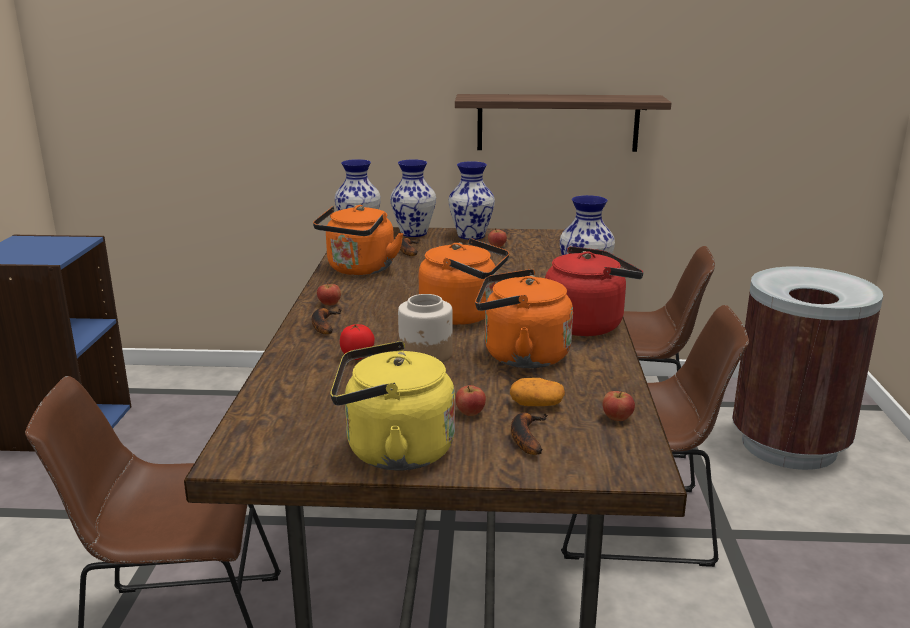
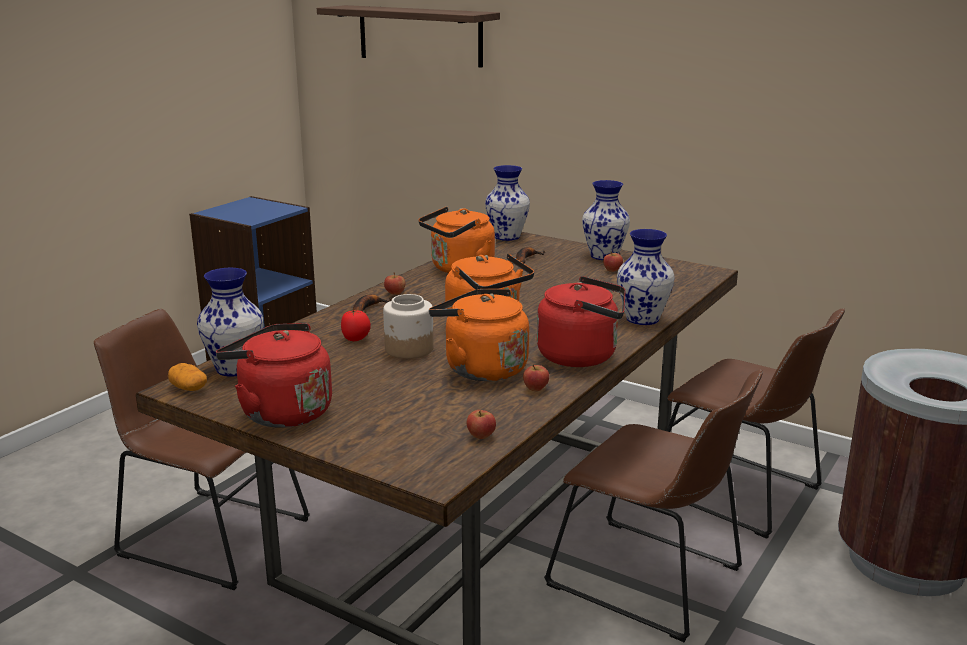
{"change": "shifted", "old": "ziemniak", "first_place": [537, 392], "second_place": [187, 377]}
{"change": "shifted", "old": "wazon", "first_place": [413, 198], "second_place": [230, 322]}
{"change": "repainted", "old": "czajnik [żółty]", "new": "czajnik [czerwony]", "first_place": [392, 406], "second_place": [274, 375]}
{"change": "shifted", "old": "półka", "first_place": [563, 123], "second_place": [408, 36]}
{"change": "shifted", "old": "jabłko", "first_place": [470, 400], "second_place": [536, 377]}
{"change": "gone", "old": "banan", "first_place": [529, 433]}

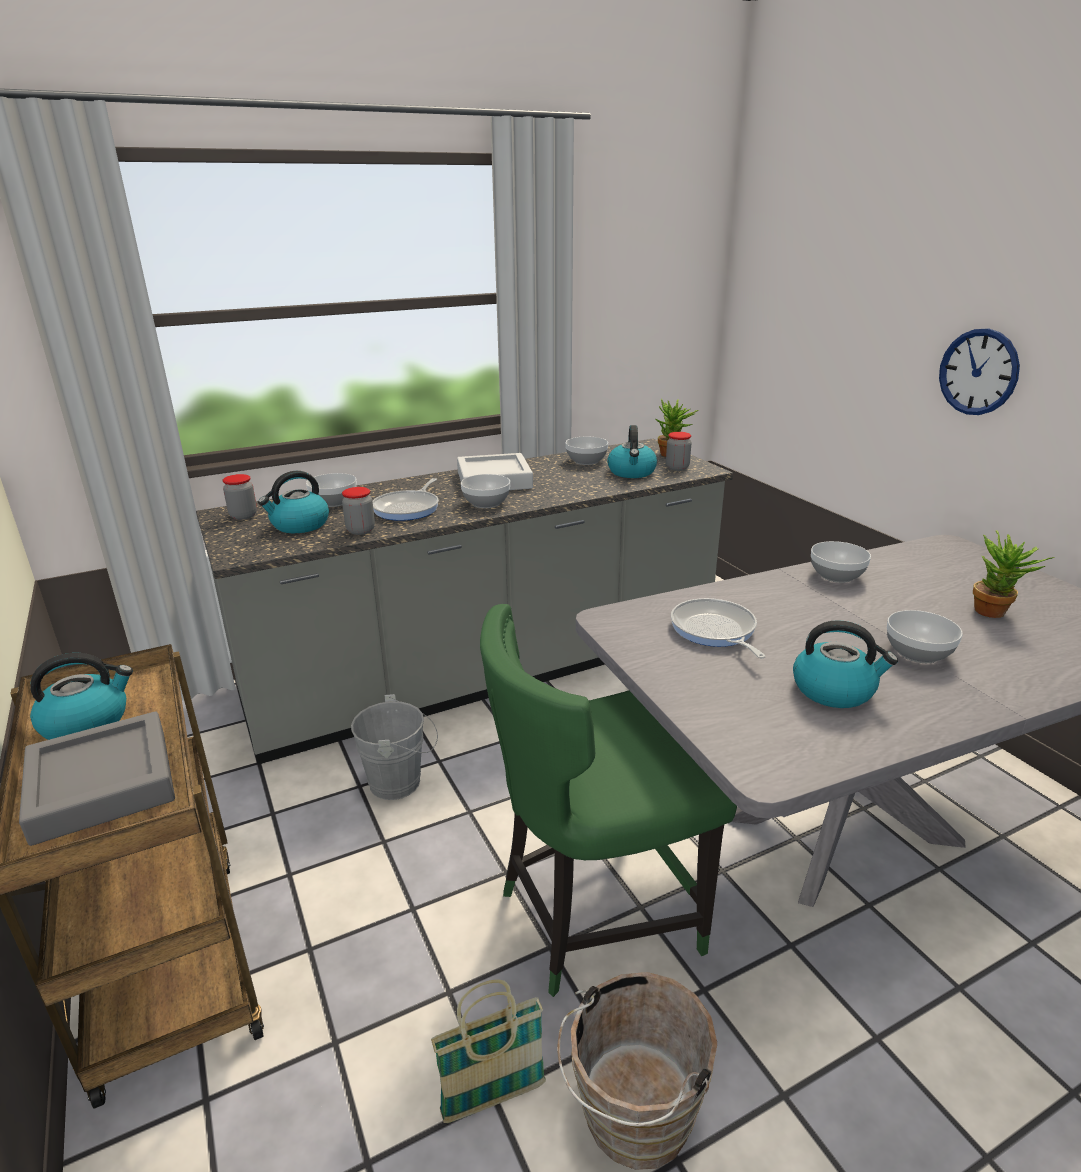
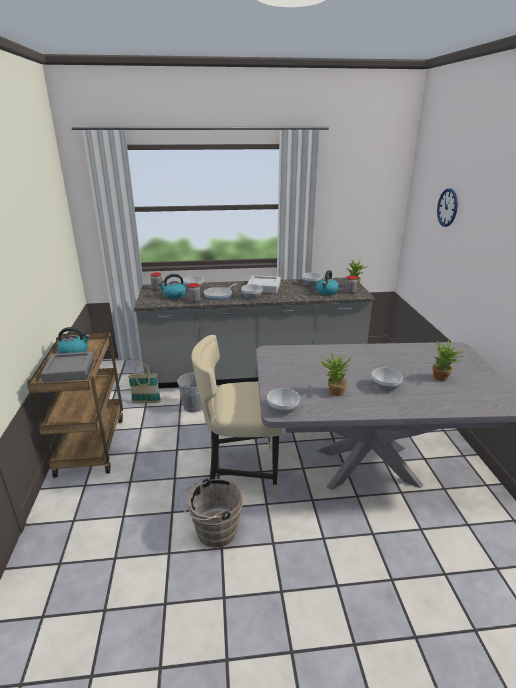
{"change": "shifted", "old": "koszyk", "first_place": [488, 1051], "second_place": [144, 383]}
{"change": "repainted", "old": "krzesło [zielony]", "new": "krzesło [beżowy]", "first_place": [608, 800], "second_place": [236, 414]}
{"change": "shifted", "old": "miska", "first_place": [841, 562], "second_place": [283, 401]}
{"change": "swapped", "old": "czajnik", "new": "roślina doniczkowa", "first_place": [845, 664], "second_place": [335, 374]}
{"change": "shifted", "old": "zegar ścienny", "first_place": [979, 372], "second_place": [447, 208]}
{"change": "gone", "old": "patelnia", "first_place": [718, 628]}

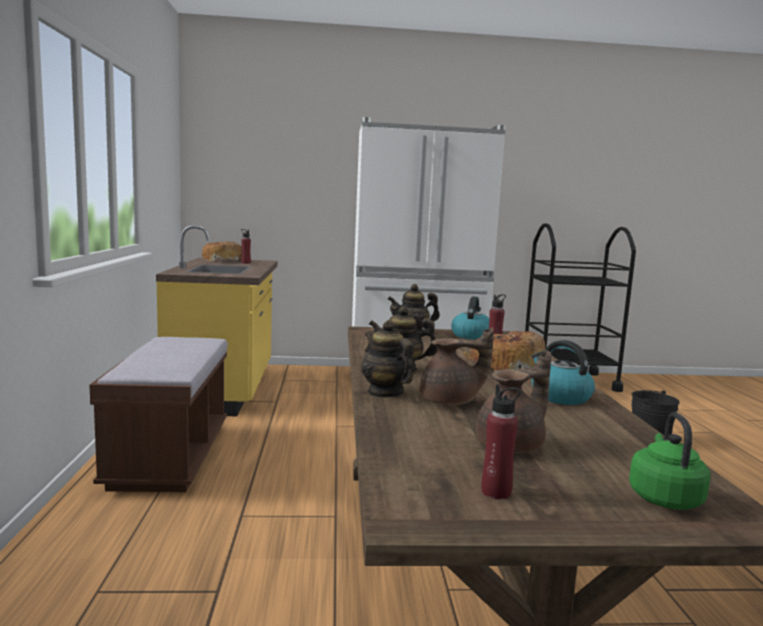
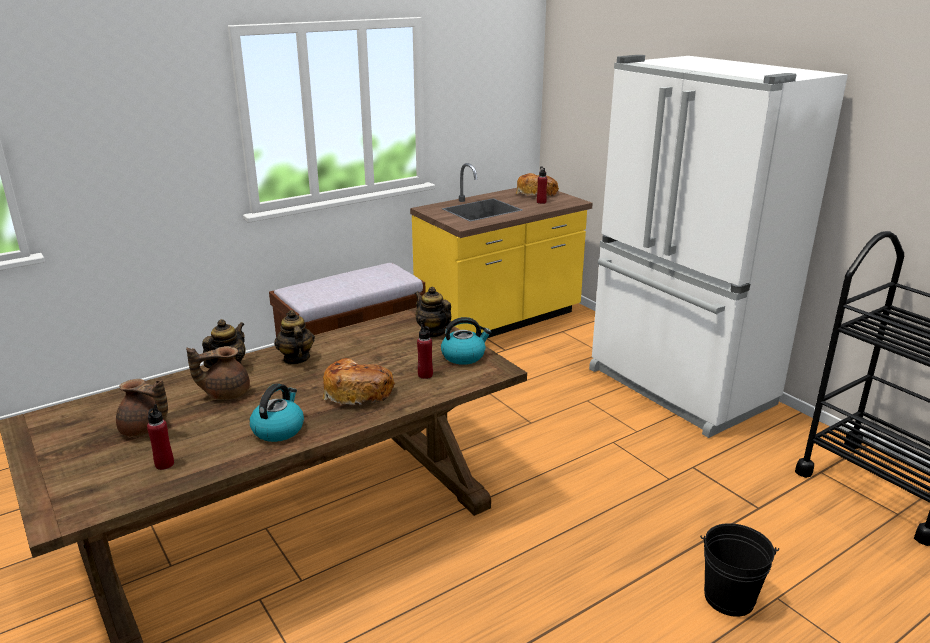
{"change": "shifted", "old": "butelka [czerwony]", "first_place": [501, 441], "second_place": [160, 437]}
{"change": "rotated", "old": "imbryk [brązowy]", "first_place": [457, 366], "second_place": [218, 373], "degrees": 105}
{"change": "gone", "old": "czajnik [zielony]", "first_place": [670, 461]}

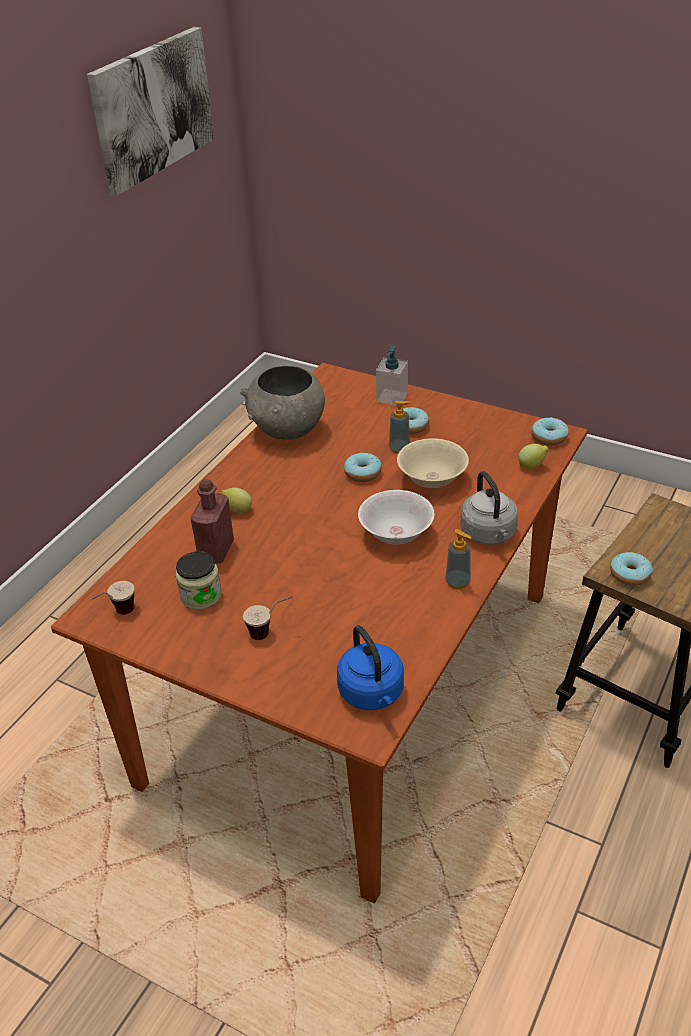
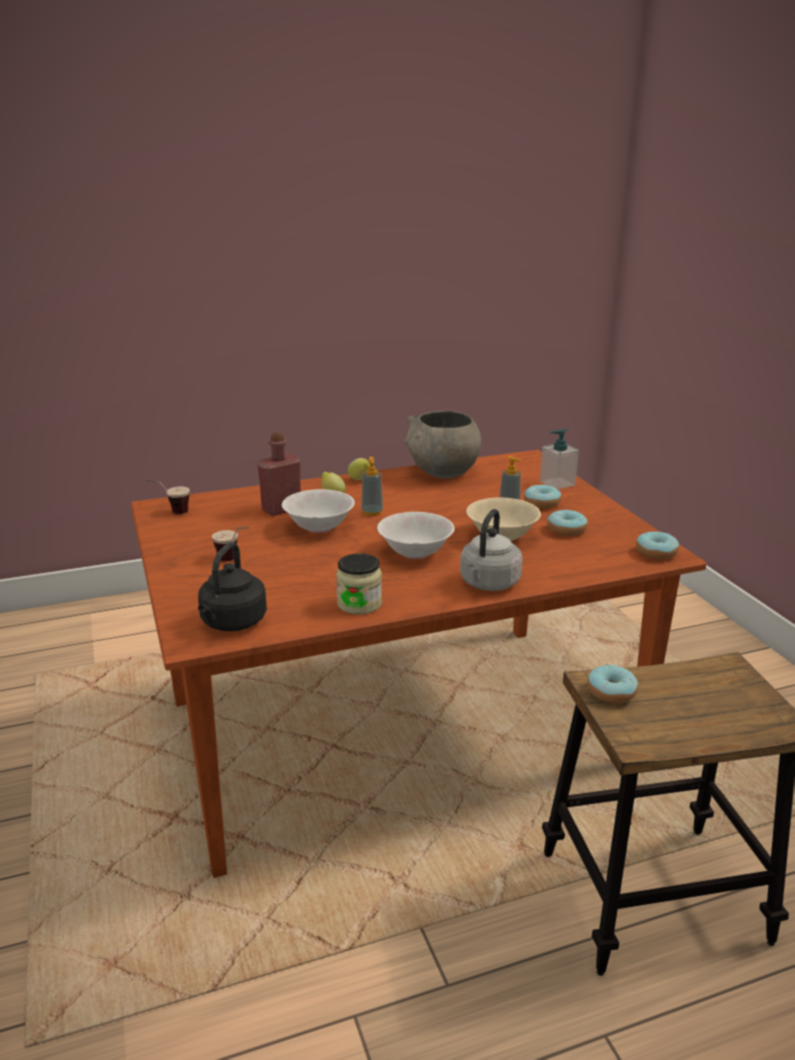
{"change": "repainted", "old": "czajnik [niebieski]", "new": "czajnik [czarny]", "first_place": [370, 667], "second_place": [232, 586]}
{"change": "new", "new": "miska [biały]", "second_place": [318, 511]}
{"change": "shifted", "old": "słoik", "first_place": [199, 580], "second_place": [359, 584]}
{"change": "shifted", "old": "cytryna", "first_place": [533, 456], "second_place": [359, 469]}
{"change": "shifted", "old": "dozownik mydła", "first_place": [458, 559], "second_place": [372, 486]}
{"change": "shifted", "old": "donut", "first_place": [363, 467], "second_place": [567, 523]}
{"change": "gone", "old": "obraz", "first_place": [151, 111]}

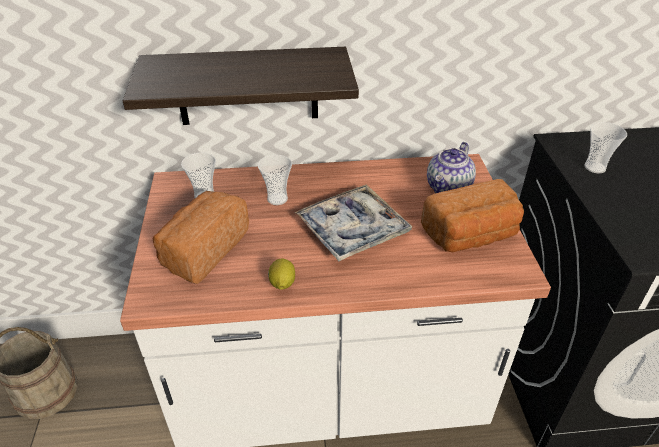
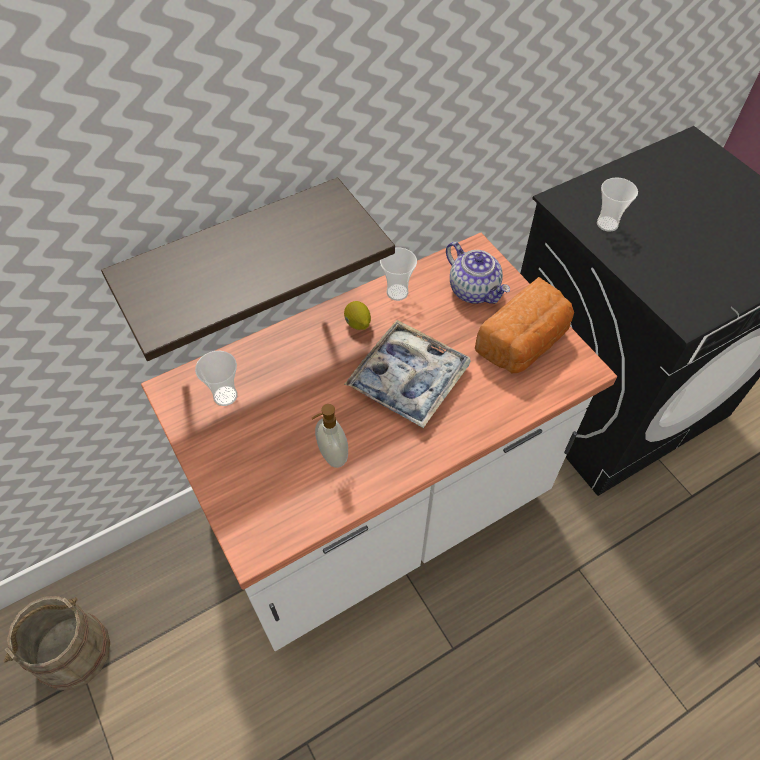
{"change": "new", "new": "dozownik mydła", "second_place": [330, 436]}
{"change": "shifted", "old": "cytryna", "first_place": [281, 274], "second_place": [357, 315]}
{"change": "shifted", "old": "filiżanka", "first_place": [275, 180], "second_place": [398, 274]}
{"change": "rotated", "old": "imbryk", "first_place": [451, 167], "second_place": [478, 273], "degrees": -45}
{"change": "gone", "old": "chleb", "first_place": [201, 237]}

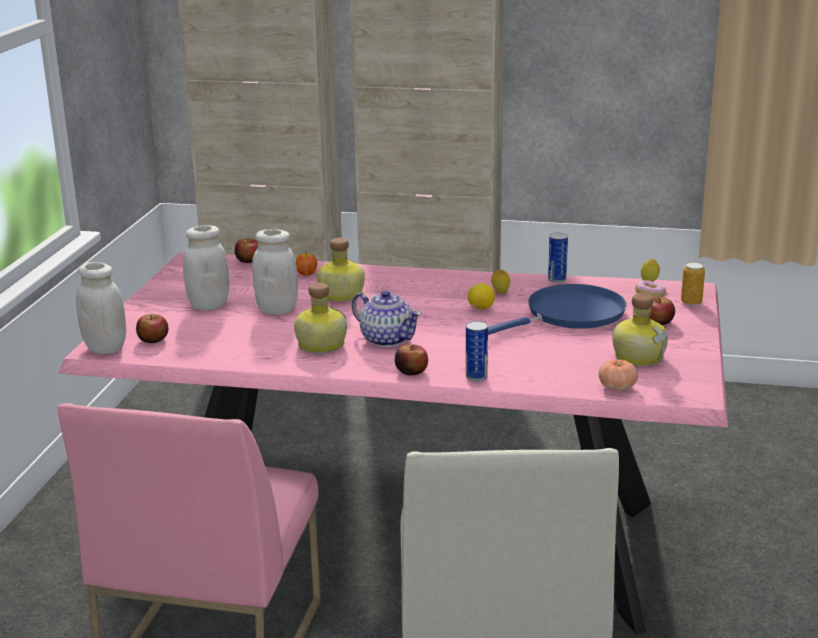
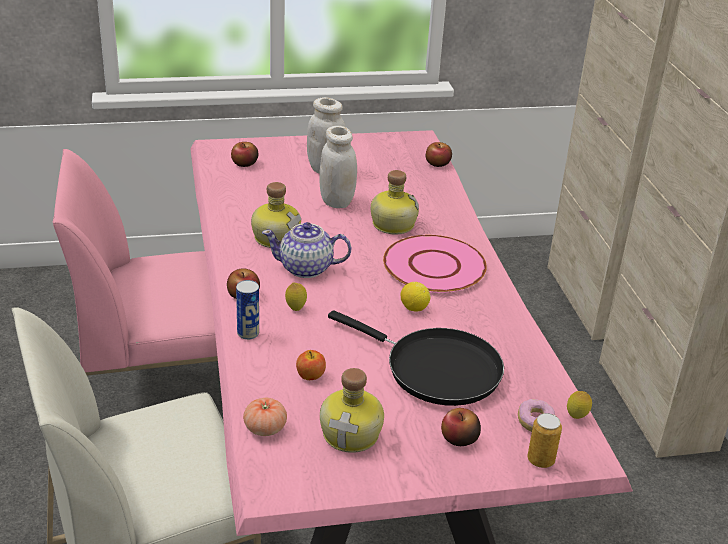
{"change": "rotated", "old": "imbryk", "first_place": [387, 318], "second_place": [306, 250], "degrees": 75}
{"change": "shifted", "old": "cytryna", "first_place": [500, 282], "second_place": [296, 297]}
{"change": "shifted", "old": "jabłko", "first_place": [306, 263], "second_place": [311, 365]}
{"change": "repainted", "old": "patelnia [niebieski]", "new": "patelnia [czarny]", "first_place": [557, 309], "second_place": [416, 358]}
{"change": "new", "new": "talerz [różowy]", "second_place": [435, 264]}
{"change": "gone", "old": "słoik [biały]", "first_place": [101, 308]}
{"change": "gone", "old": "puszka", "first_place": [558, 258]}

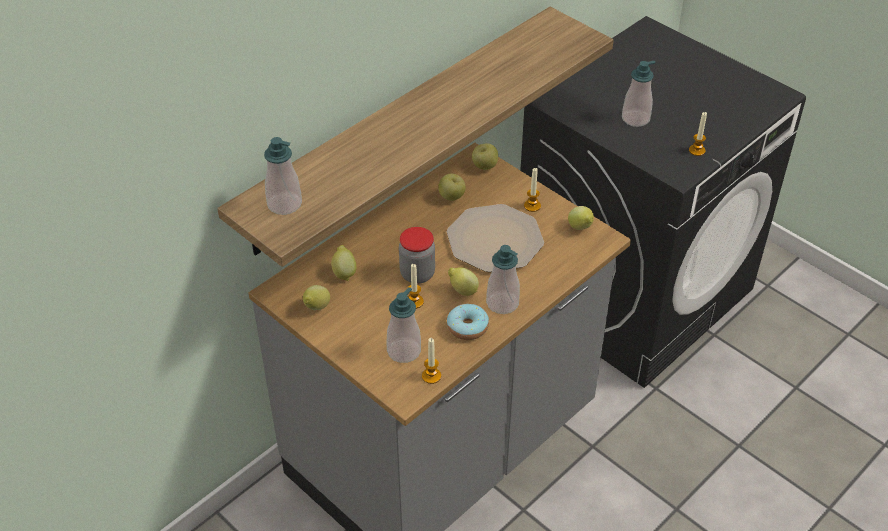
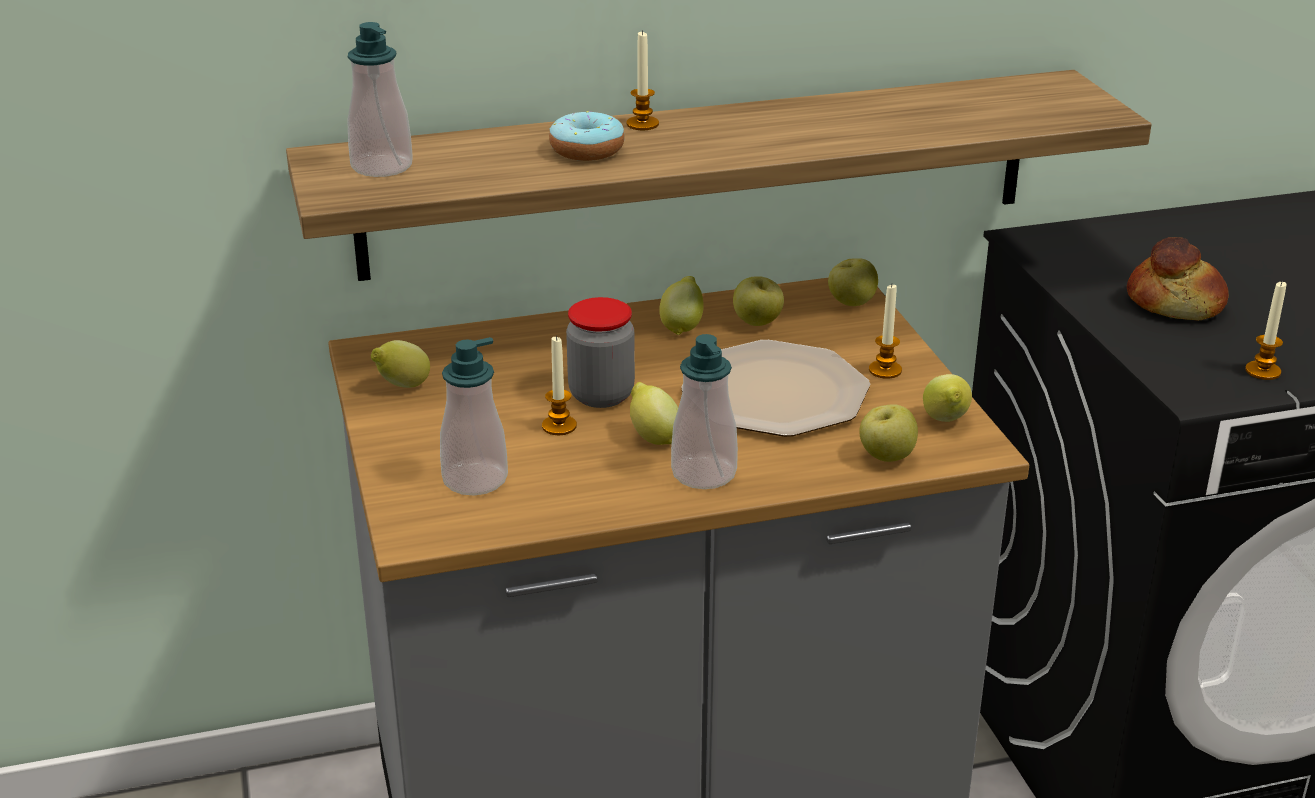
{"change": "shifted", "old": "donut", "first_place": [468, 322], "second_place": [587, 136]}
{"change": "shifted", "old": "świeca", "first_place": [431, 361], "second_place": [643, 80]}
{"change": "shifted", "old": "cytryna", "first_place": [343, 263], "second_place": [681, 305]}
{"change": "new", "new": "jabłko", "second_place": [888, 433]}
{"change": "swapped", "old": "dozownik mydła", "new": "chleb", "first_place": [639, 94], "second_place": [1178, 279]}

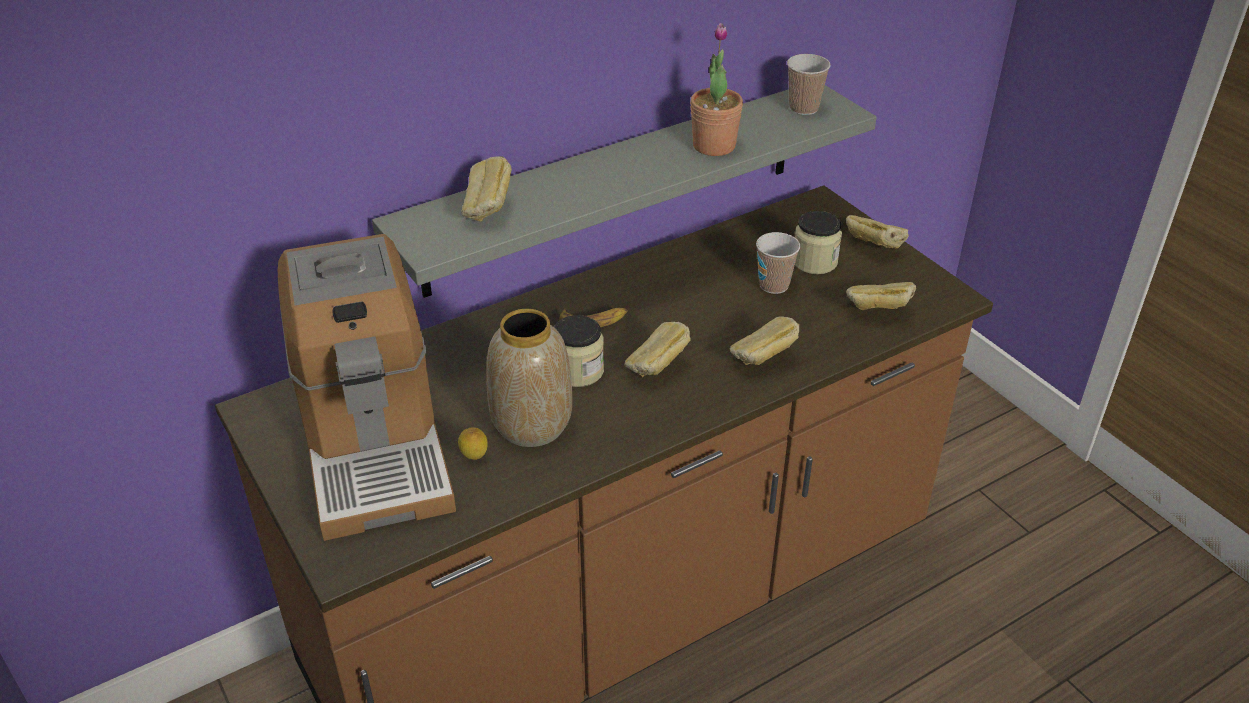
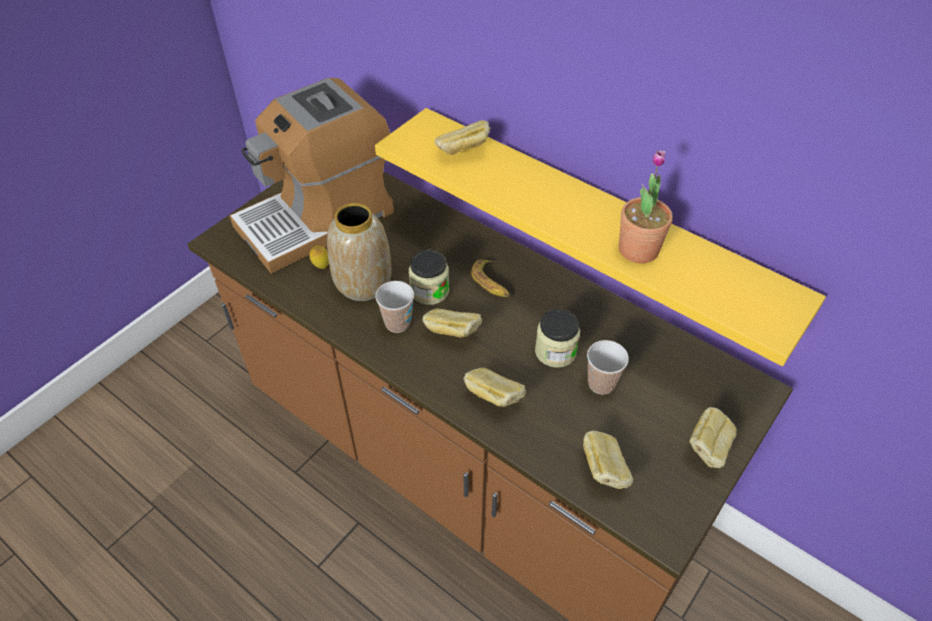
{"change": "repainted", "old": "półka [szary]", "new": "półka [żółty]", "first_place": [624, 191], "second_place": [600, 237]}
{"change": "shifted", "old": "filiżanka", "first_place": [809, 84], "second_place": [394, 307]}
{"change": "shifted", "old": "słoik", "first_place": [818, 242], "second_place": [557, 338]}

